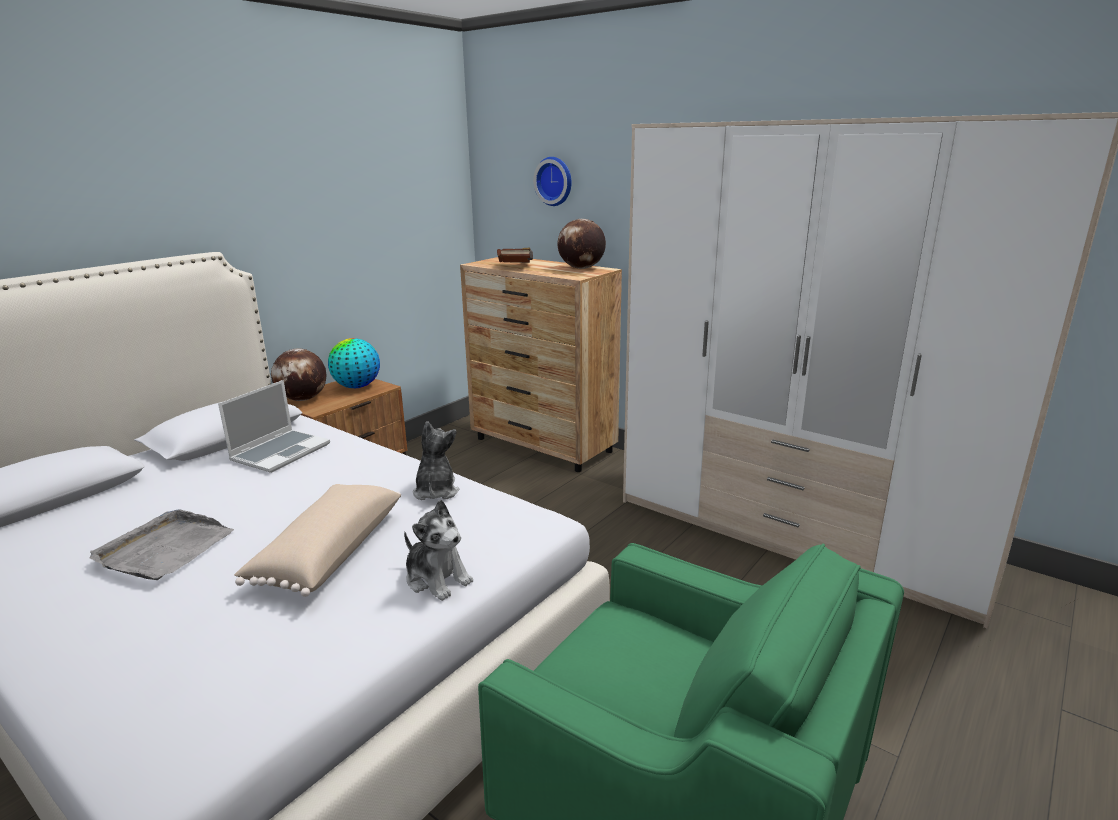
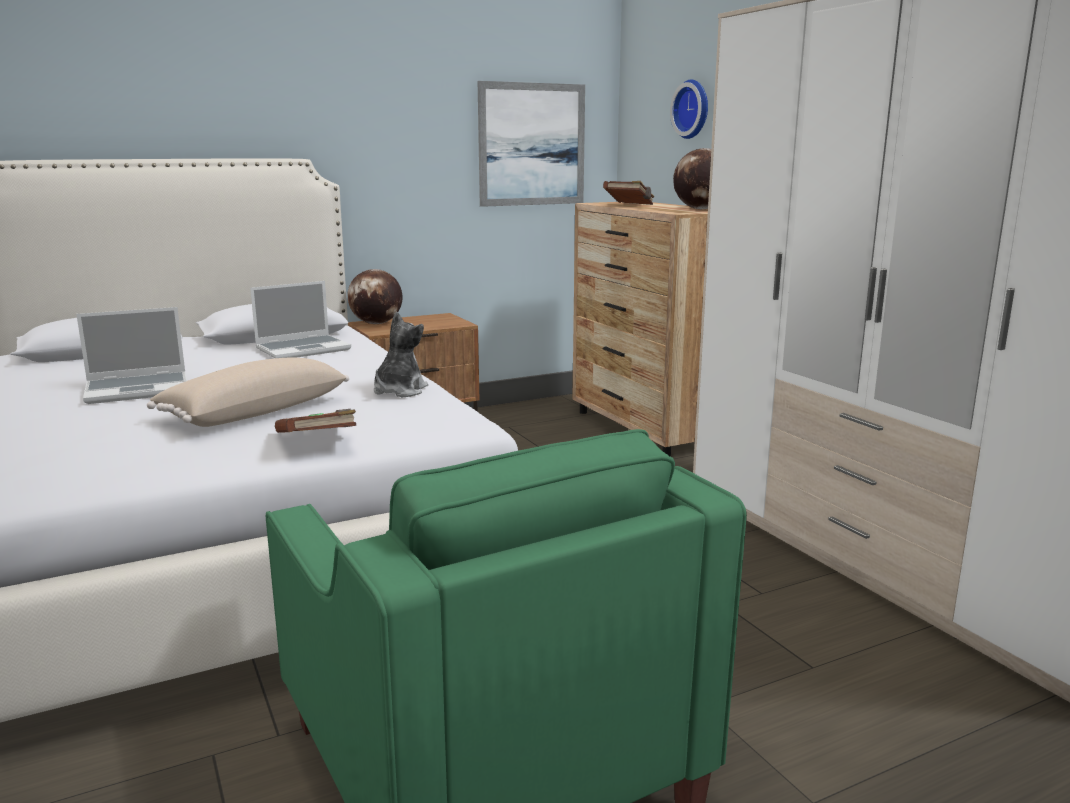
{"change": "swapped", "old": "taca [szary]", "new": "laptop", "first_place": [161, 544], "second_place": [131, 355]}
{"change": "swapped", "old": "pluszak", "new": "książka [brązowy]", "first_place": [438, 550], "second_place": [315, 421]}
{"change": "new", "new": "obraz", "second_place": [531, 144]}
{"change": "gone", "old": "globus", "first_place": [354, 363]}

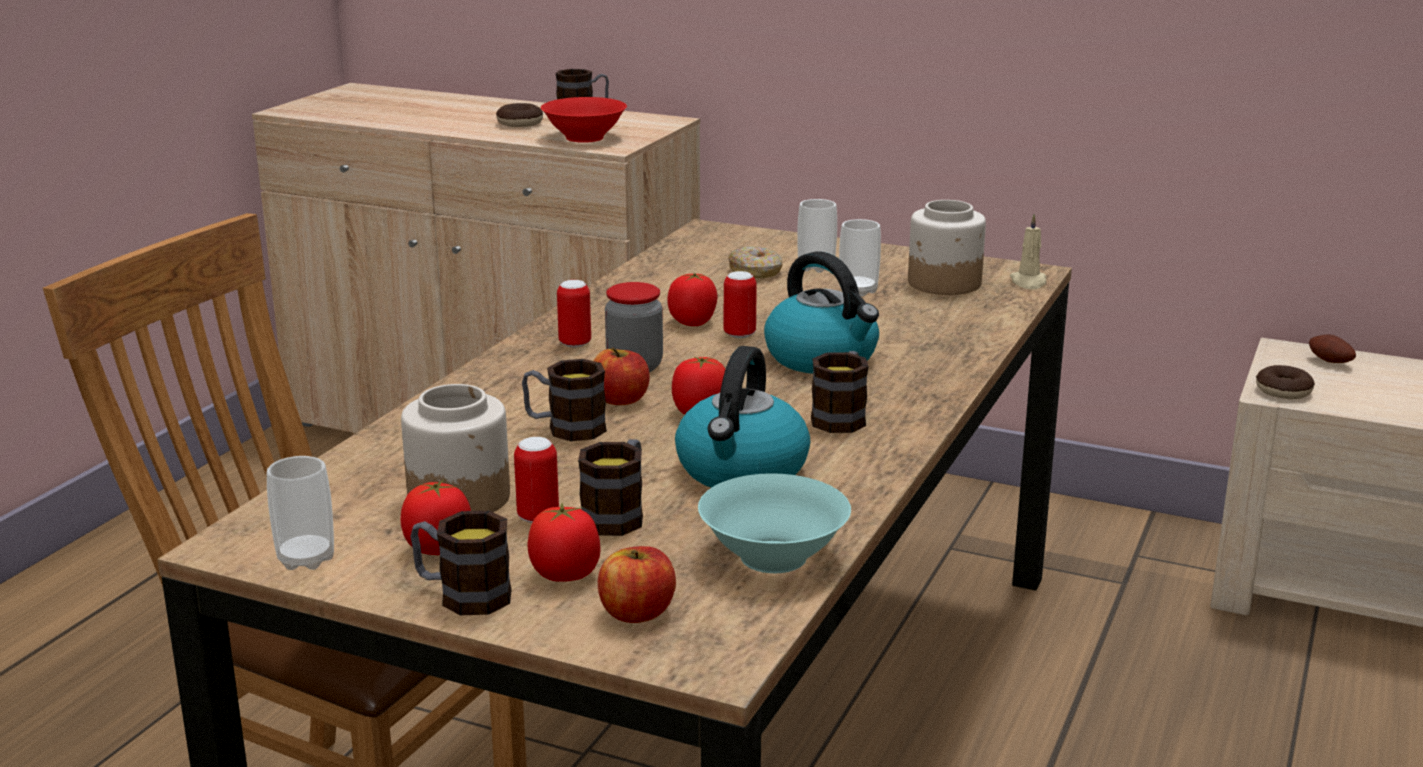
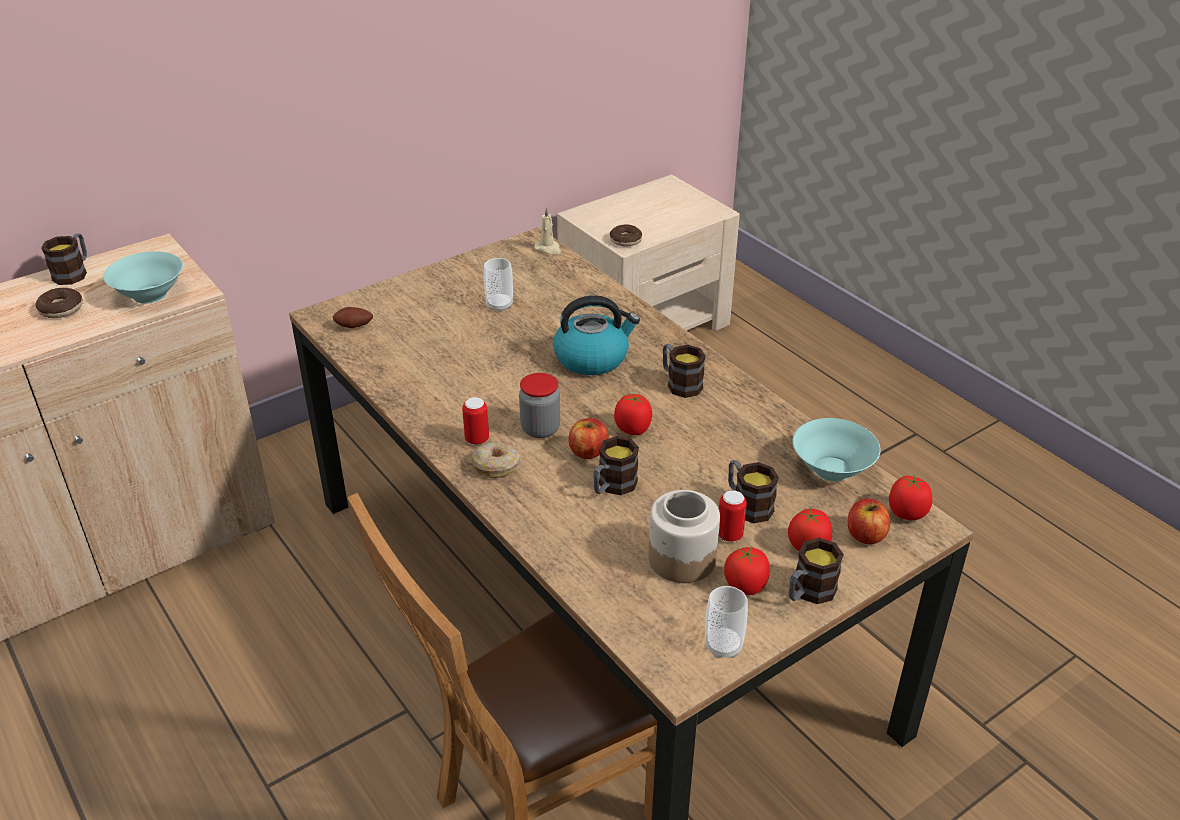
{"change": "repainted", "old": "miska [czerwony]", "new": "miska [turkusowy]", "first_place": [584, 120], "second_place": [143, 277]}
{"change": "shifted", "old": "ziemniak", "first_place": [1332, 349], "second_place": [353, 317]}
{"change": "shifted", "old": "donut", "first_place": [755, 262], "second_place": [495, 460]}
{"change": "shifted", "old": "pomidor", "first_place": [692, 299], "second_place": [910, 497]}
{"change": "gone", "old": "czajnik", "first_place": [742, 417]}
{"change": "gone", "old": "puszka", "first_place": [740, 304]}
{"change": "gone", "old": "filiżanka", "first_place": [817, 236]}
{"change": "gone", "old": "słoik", "first_place": [947, 247]}

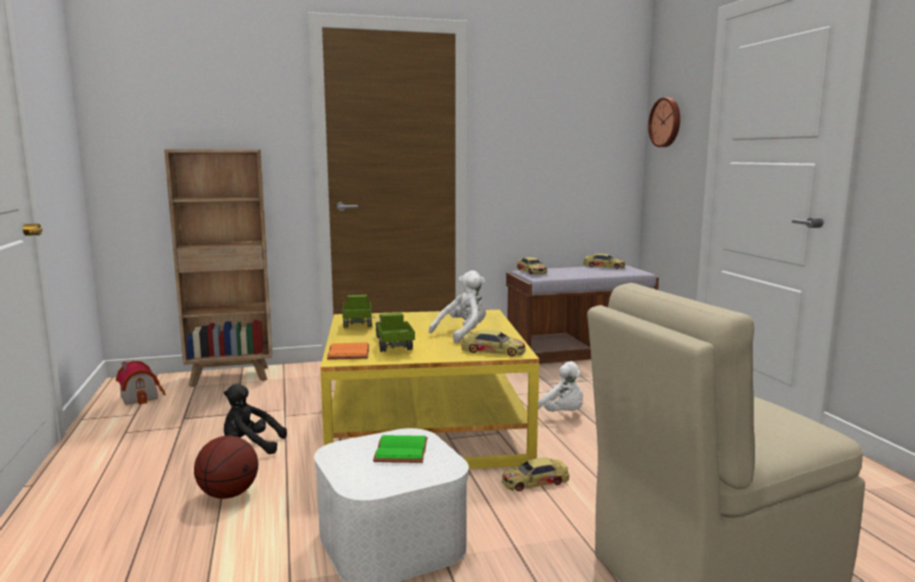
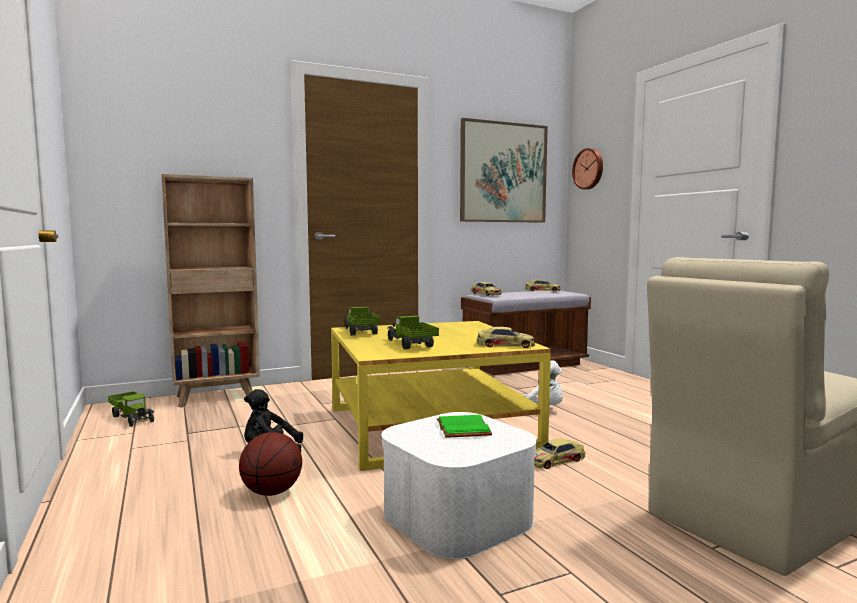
{"change": "swapped", "old": "domek", "new": "ciężarówka zabawkowa", "first_place": [141, 383], "second_place": [131, 409]}
{"change": "new", "new": "obraz", "second_place": [504, 170]}
{"change": "gone", "old": "książka [pomarańczowy]", "first_place": [348, 351]}
{"change": "gone", "old": "pluszak [biały]", "first_place": [457, 306]}

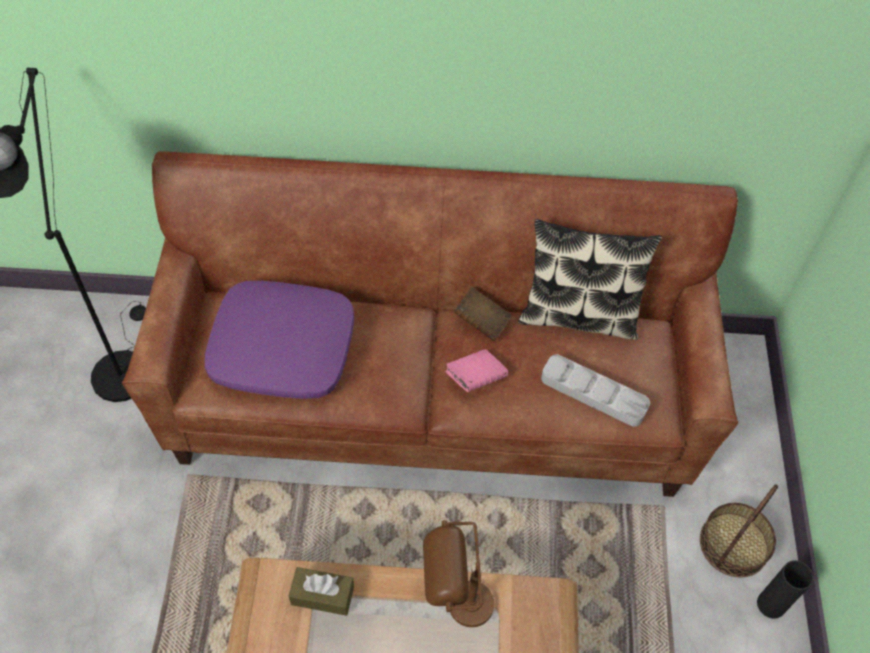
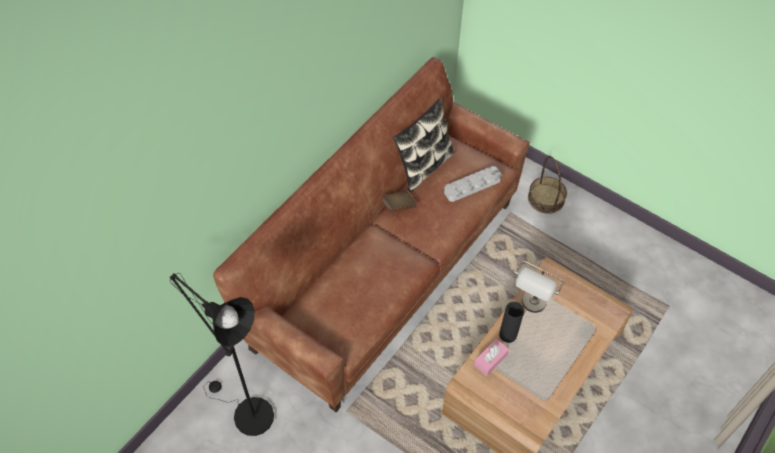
{"change": "repainted", "old": "pudełko chusteczek [brązowy]", "new": "pudełko chusteczek [różowy]", "first_place": [321, 591], "second_place": [491, 357]}
{"change": "shifted", "old": "wazon [czarny]", "first_place": [785, 589], "second_place": [511, 322]}
{"change": "repainted", "old": "lampa stołowa [brązowy]", "new": "lampa stołowa [szary]", "first_place": [458, 573], "second_place": [539, 287]}
{"change": "gone", "old": "poduszka [fioletowy]", "first_place": [279, 340]}
{"change": "gone", "old": "książka [różowy]", "first_place": [476, 370]}

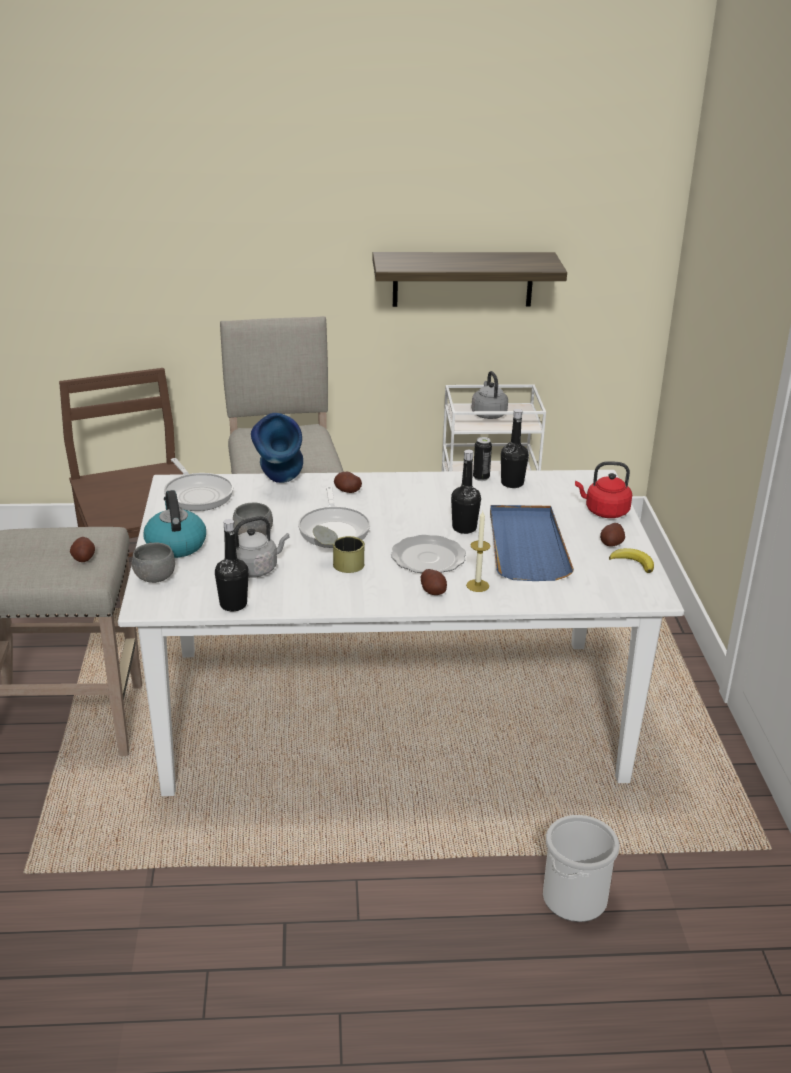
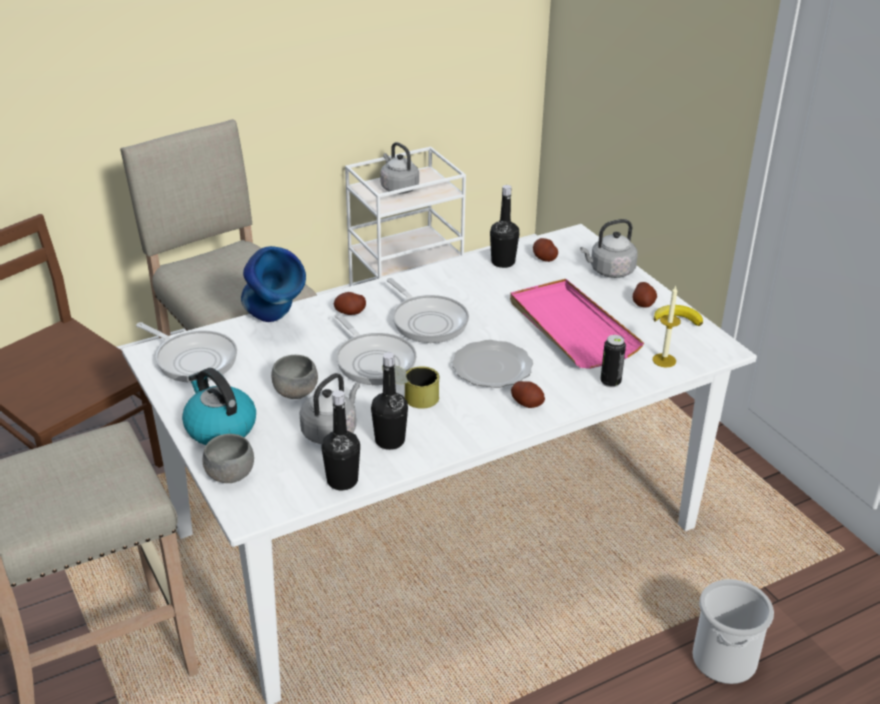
{"change": "shifted", "old": "butelka [czarny]", "first_place": [466, 492], "second_place": [389, 401]}
{"change": "new", "new": "patelnia", "second_place": [428, 310]}
{"change": "repainted", "old": "taca [niebieski]", "new": "taca [różowy]", "first_place": [532, 543], "second_place": [577, 324]}
{"change": "shifted", "old": "ziemniak", "first_place": [82, 549], "second_place": [545, 250]}
{"change": "repainted", "old": "czajnik [czerwony]", "new": "czajnik [szary]", "first_place": [603, 489], "second_place": [609, 248]}
{"change": "shifted", "old": "puszka", "first_place": [482, 459], "second_place": [613, 361]}
{"change": "shifted", "old": "świeca", "first_place": [478, 551], "second_place": [667, 326]}
{"change": "gone", "old": "półka", "first_place": [470, 279]}

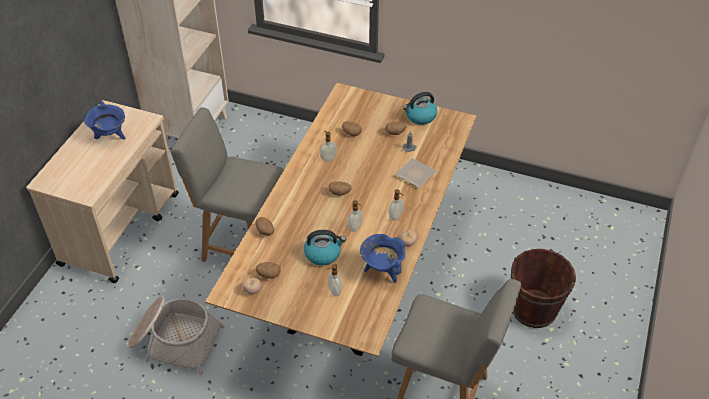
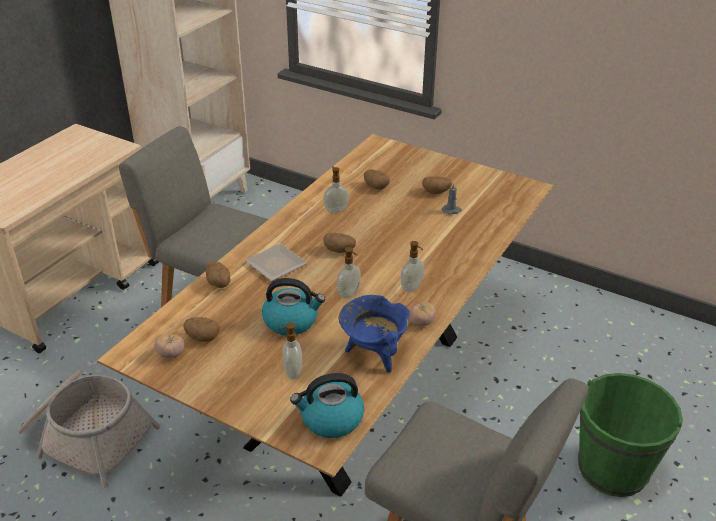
{"change": "shifted", "old": "talerz", "first_place": [415, 173], "second_place": [276, 262]}
{"change": "shifted", "old": "czajnik", "first_place": [420, 108], "second_place": [327, 405]}
{"change": "repainted", "old": "wiadro [brązowy]", "new": "wiadro [zielony]", "first_place": [543, 288], "second_place": [630, 435]}
{"change": "gone", "old": "garnek [niebieski]", "first_place": [105, 120]}

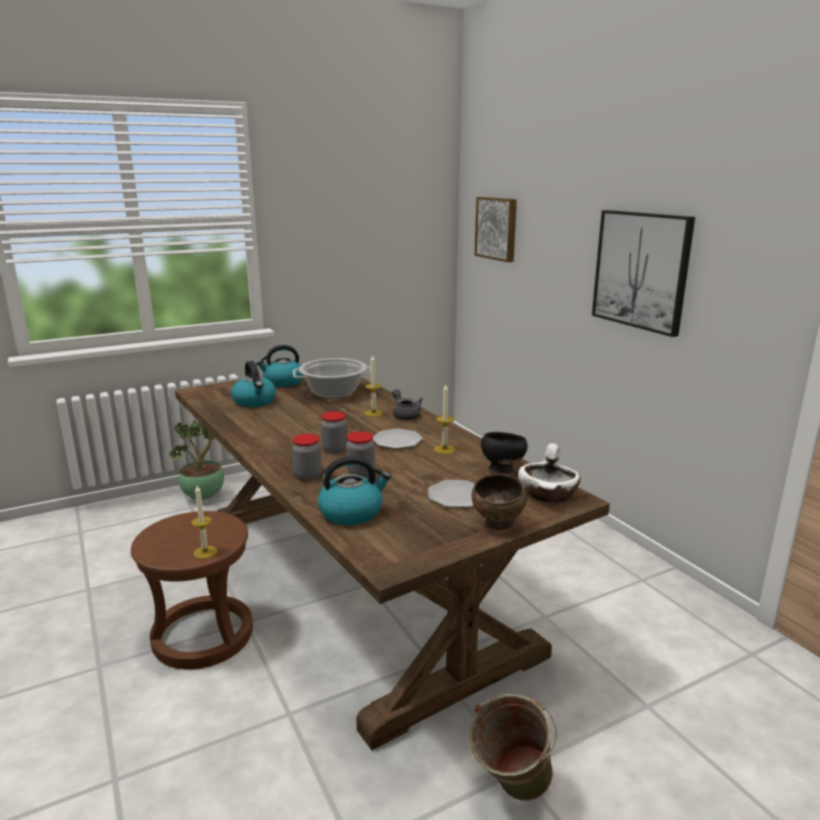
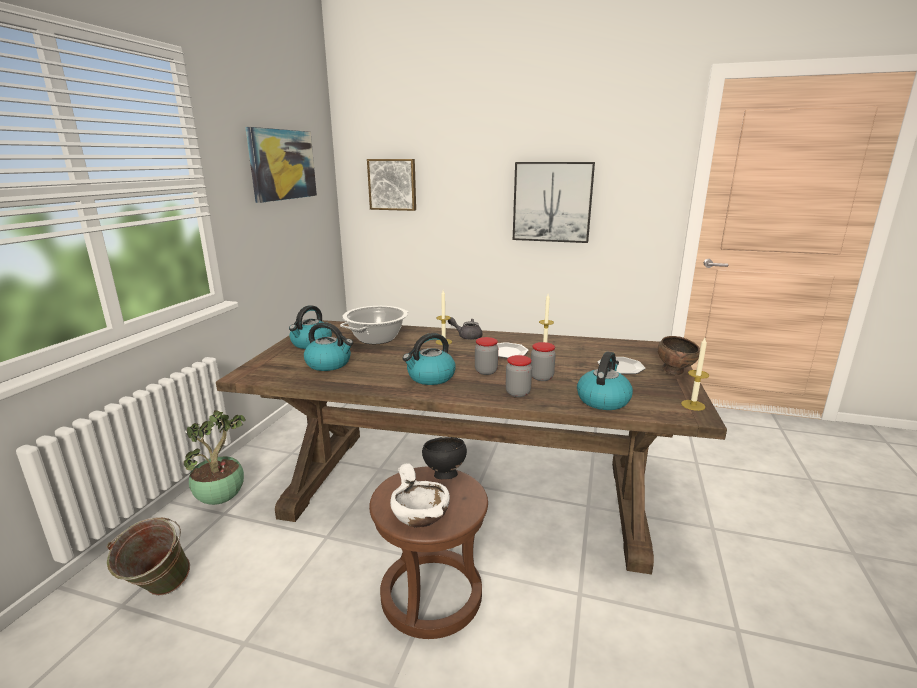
{"change": "shifted", "old": "wiadro [zielony]", "first_place": [513, 747], "second_place": [148, 557]}
{"change": "new", "new": "obraz", "second_place": [281, 165]}
{"change": "shifted", "old": "miska [biały]", "first_place": [549, 473], "second_place": [420, 495]}
{"change": "new", "new": "czajnik", "second_place": [429, 359]}
{"change": "shifted", "old": "miska [czarny]", "first_place": [504, 452], "second_place": [444, 458]}
{"change": "shifted", "old": "świeca", "first_place": [204, 522], "second_place": [695, 374]}

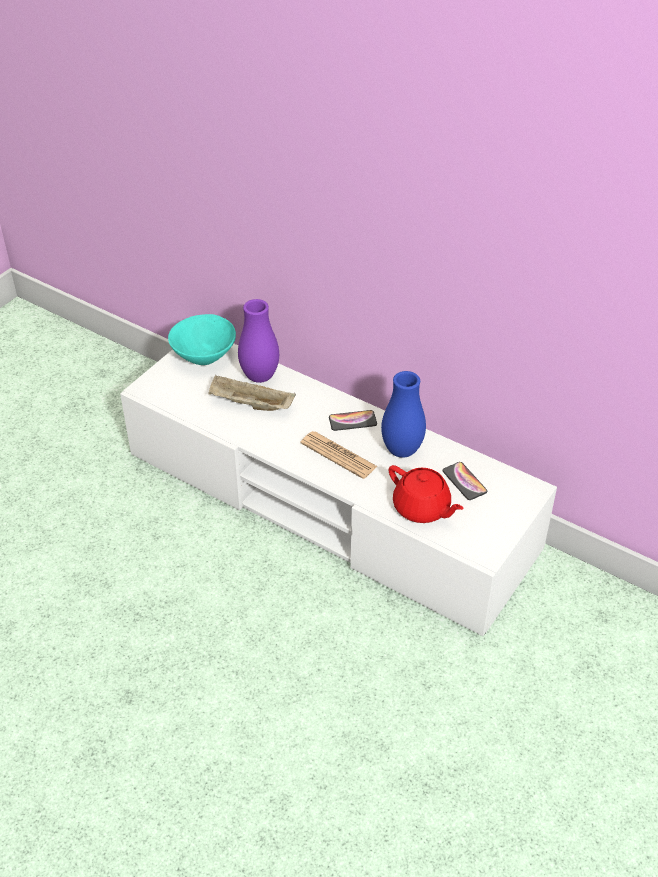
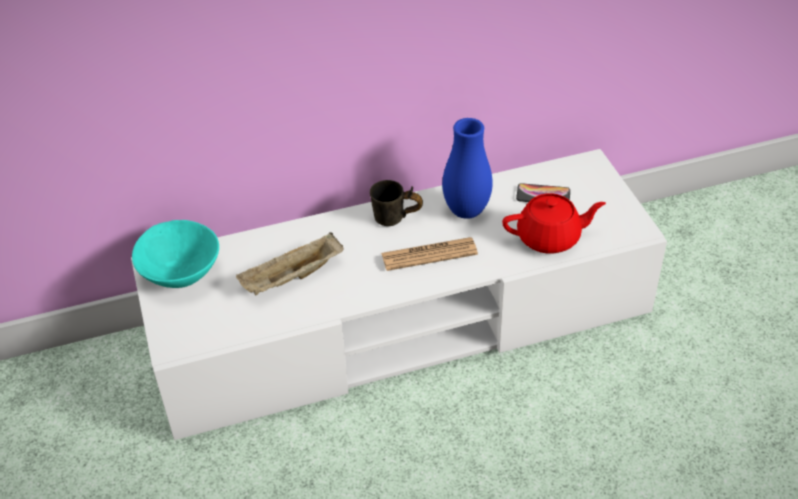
{"change": "swapped", "old": "telefon", "new": "kubek [szary]", "first_place": [353, 420], "second_place": [396, 203]}
{"change": "gone", "old": "wazon [fioletowy]", "first_place": [258, 341]}

